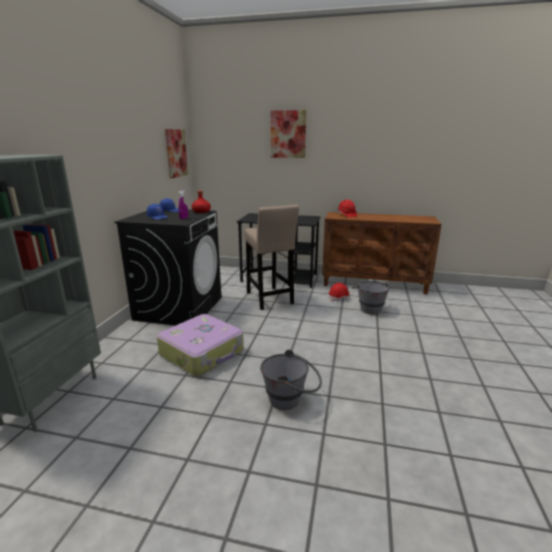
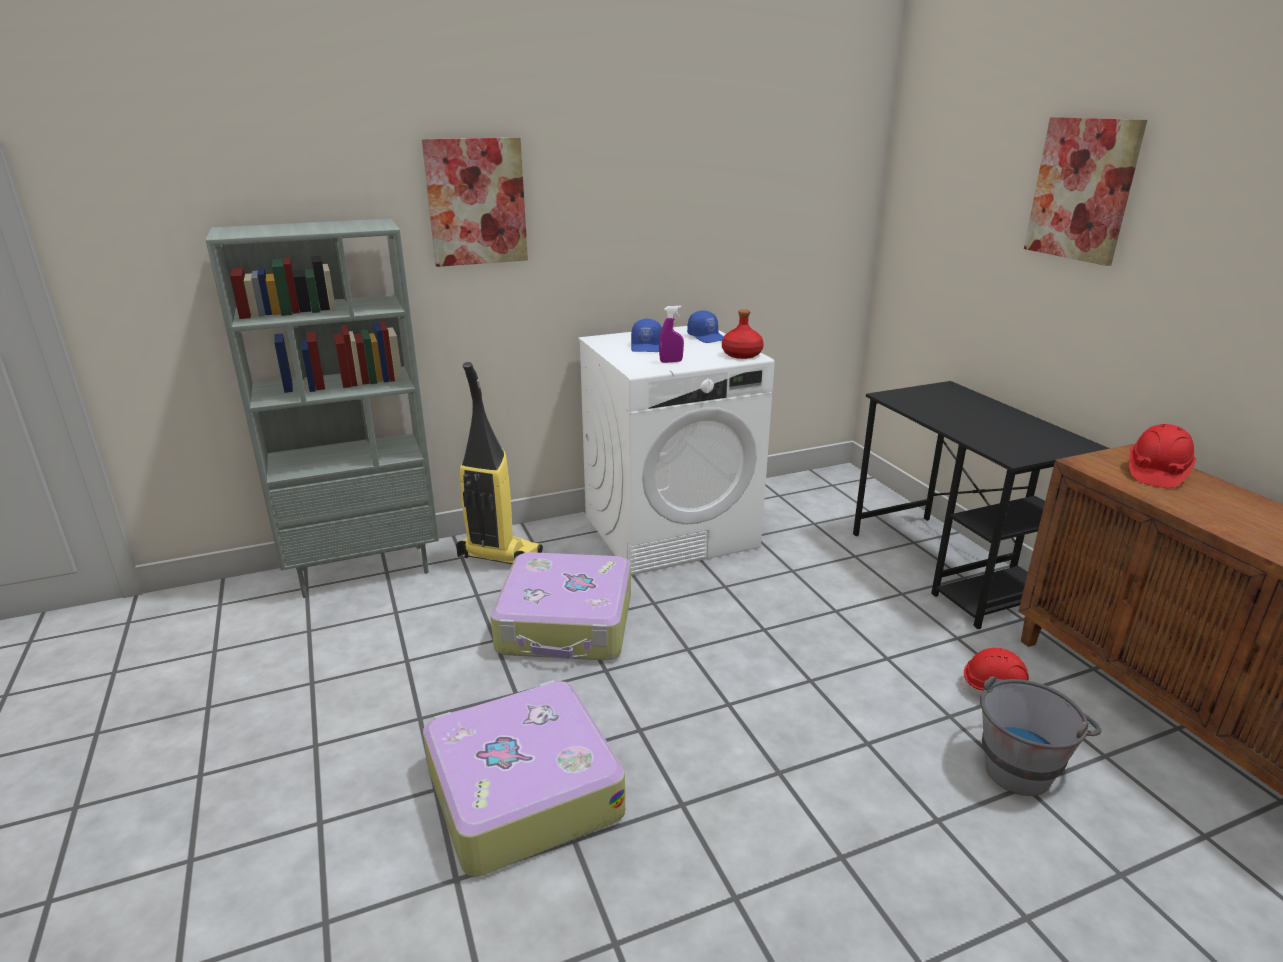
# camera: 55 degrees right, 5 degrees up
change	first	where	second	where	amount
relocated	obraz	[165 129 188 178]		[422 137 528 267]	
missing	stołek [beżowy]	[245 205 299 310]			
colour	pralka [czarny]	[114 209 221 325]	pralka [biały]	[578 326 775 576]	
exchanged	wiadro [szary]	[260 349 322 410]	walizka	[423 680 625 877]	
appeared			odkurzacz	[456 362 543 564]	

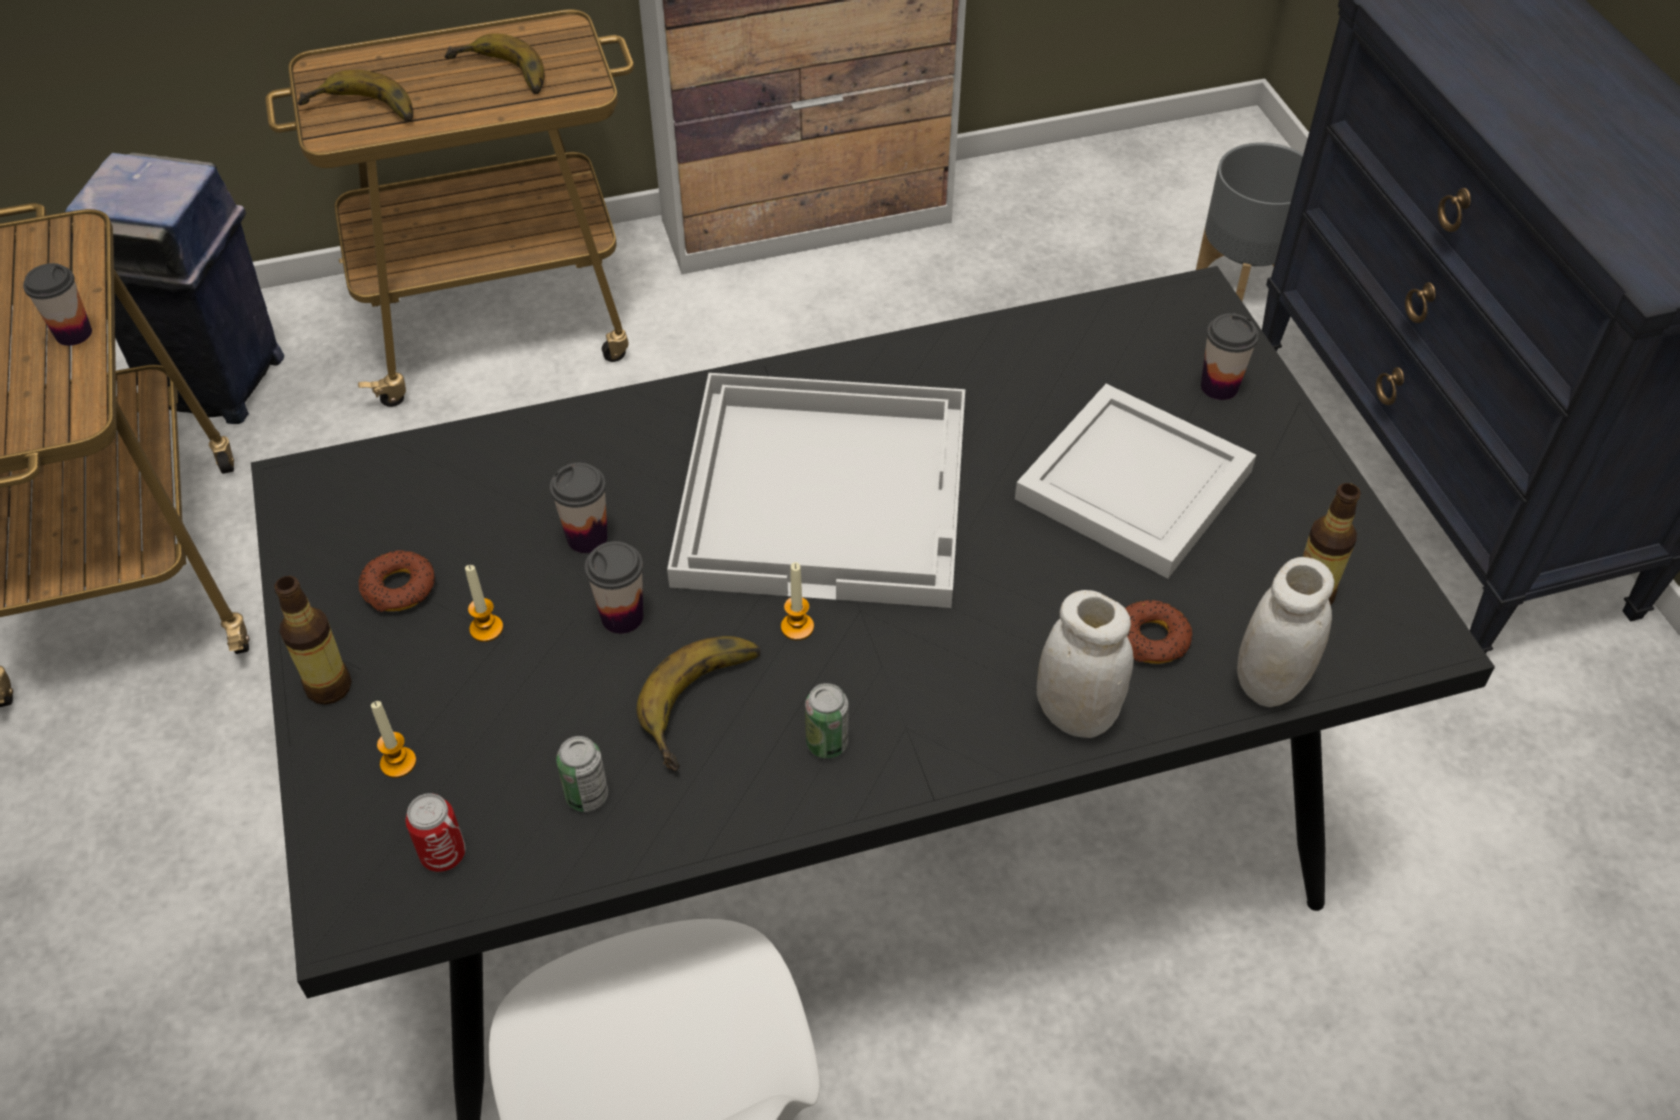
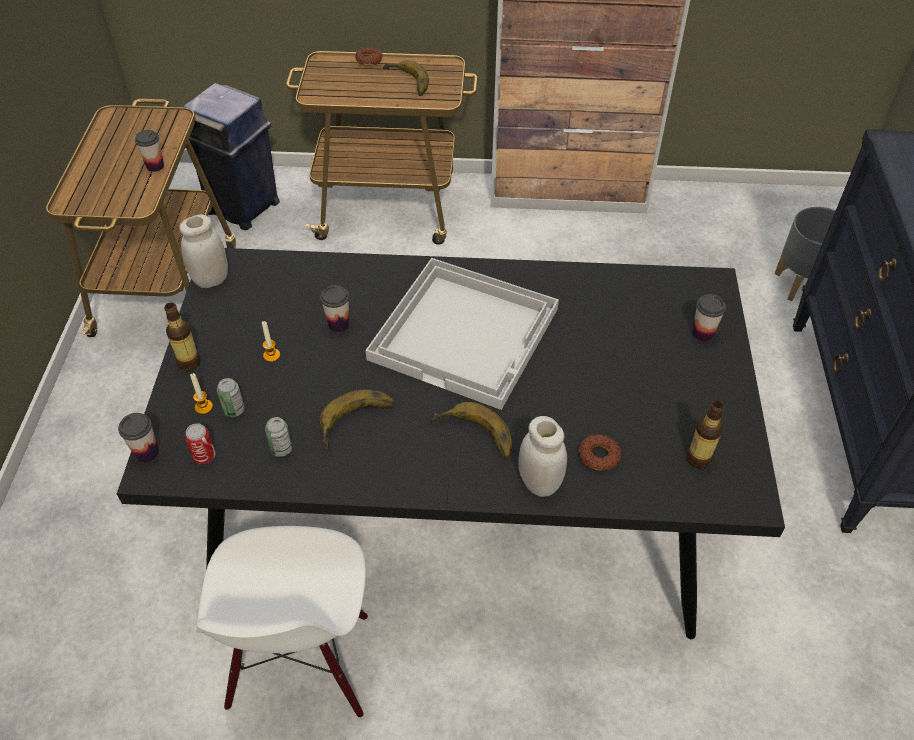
# camera: 20 degrees right, 0 degrees up
change	first	where	second	where	amount
relocated	banan	[298 70 413 122]		[430 402 512 460]	
missing	taca [biały]	[1015 384 1256 579]			
relocated	filiżanka	[585 541 643 634]		[118 413 159 463]	
relocated	donut	[359 550 435 612]		[355 47 383 66]	
relocated	słoik [biały]	[1237 557 1334 707]		[179 214 228 288]	
missing	świeca	[781 562 814 640]			
relocated	puszka	[805 683 849 758]		[217 378 245 417]	

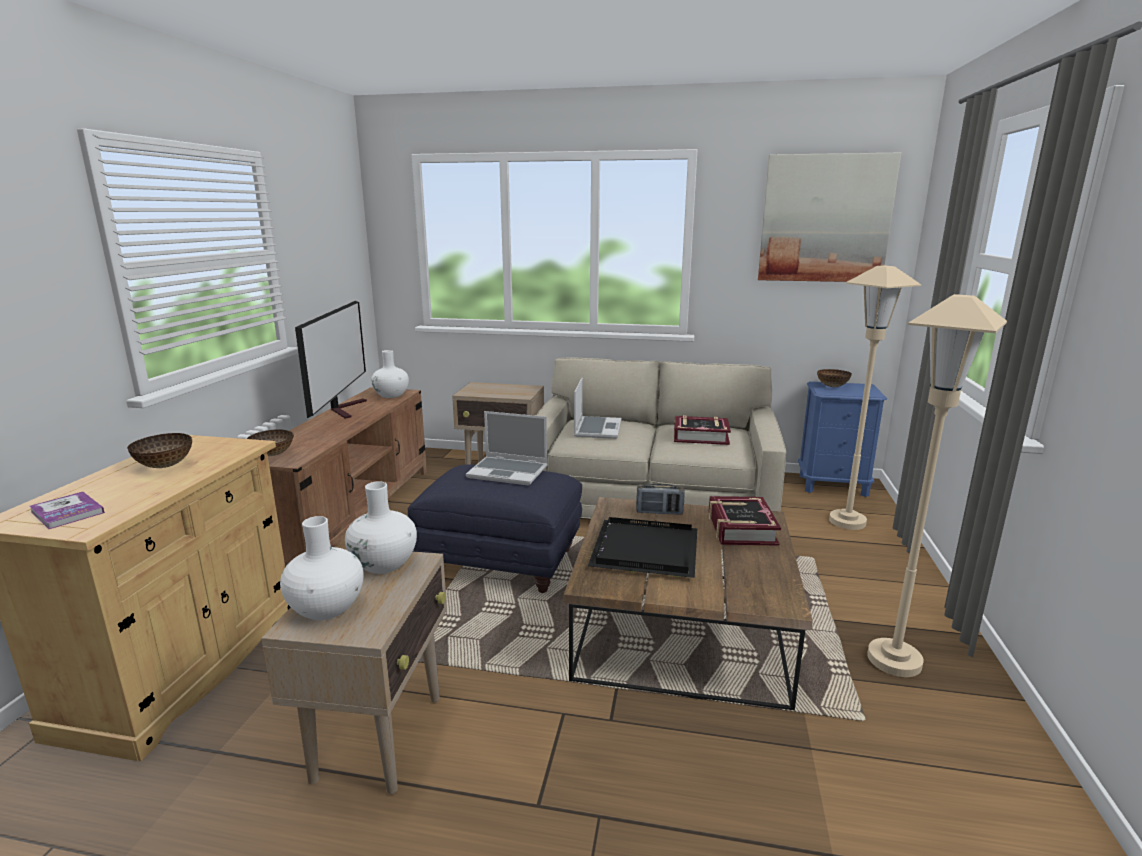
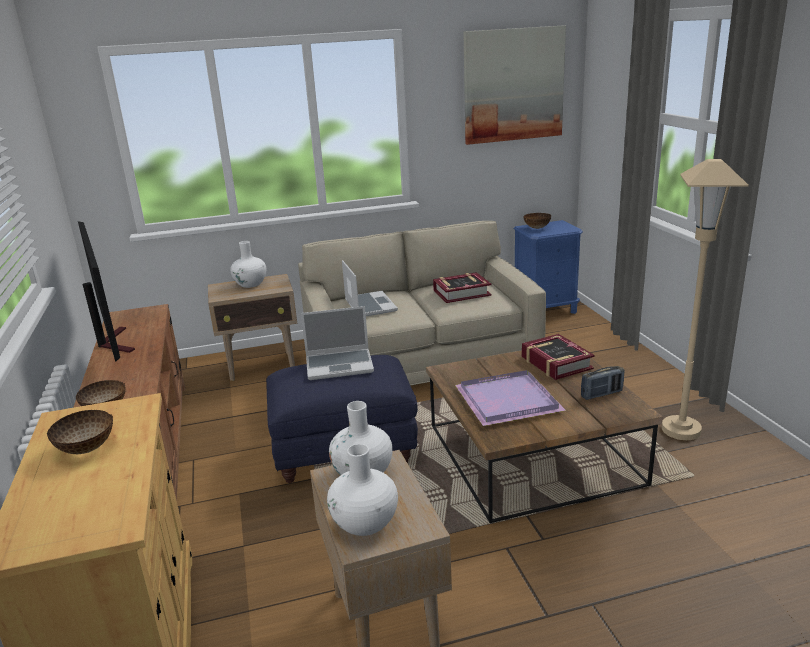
# camera: 25 degrees left, 5 degrees up
change	first	where	second	where	amount
missing	lampa stojąca [beżowy]	[829 266 921 530]			
relocated	wazon [biały]	[371 350 409 398]		[230 241 266 288]	
relocated	radio	[636 484 685 515]		[581 366 624 400]	
missing	książka	[30 492 105 529]			
colour	taca [czarny]	[588 517 697 578]	taca [fioletowy]	[455 370 566 426]	

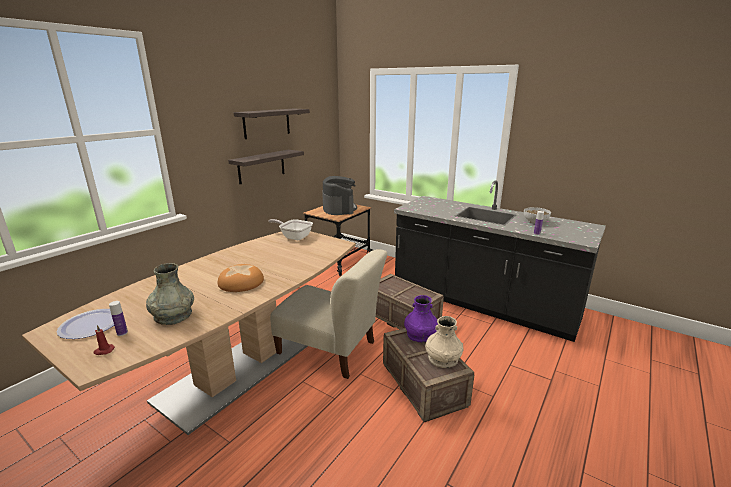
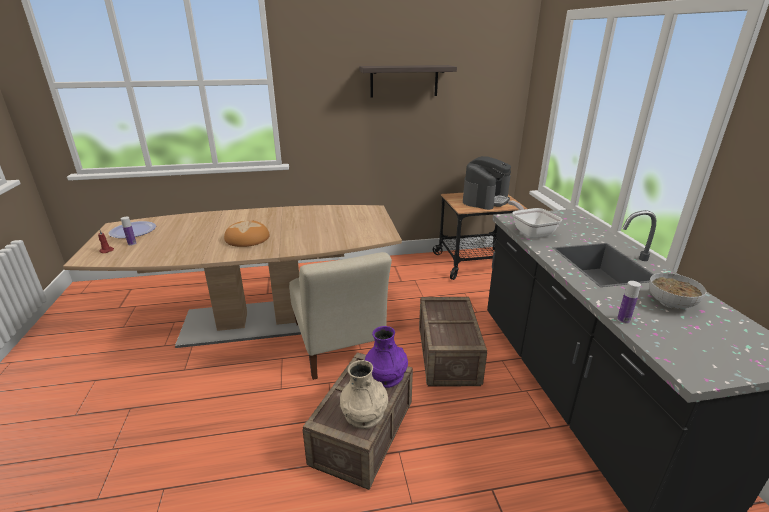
# camera: 45 degrees right, 5 degrees up
change	first	where	second	where	amount
missing	półka	[228 150 304 184]			
relocated	patelnia	[268 219 313 240]		[508 201 562 238]	
missing	wazon [szary]	[146 263 194 325]			

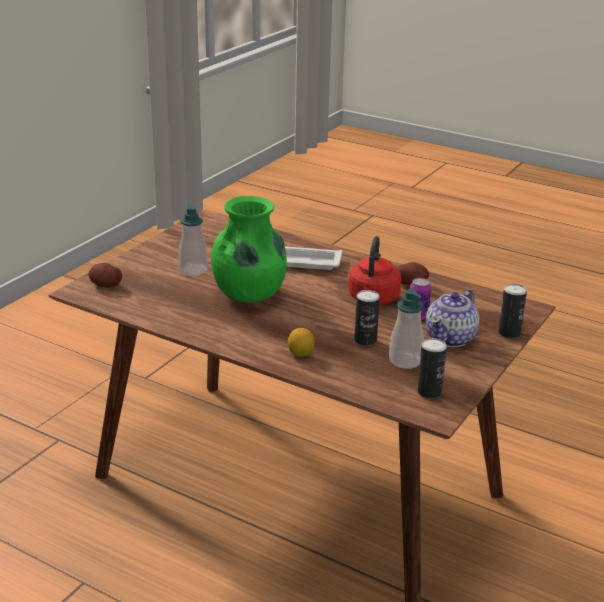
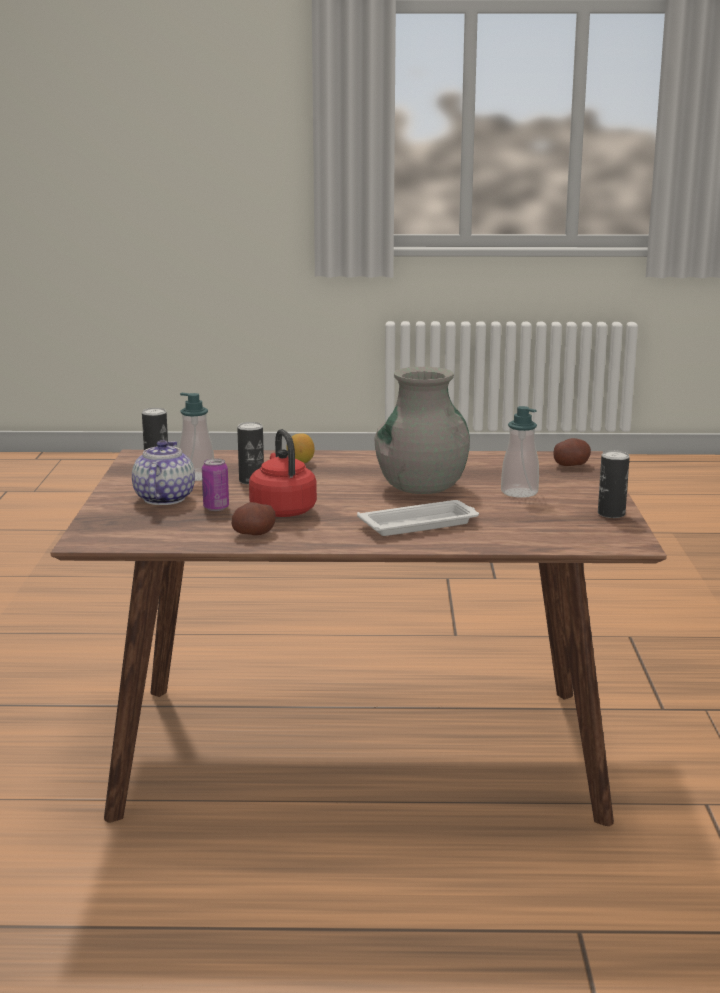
# camera: 150 degrees right, 10 degrees down
change	first	where	second	where	amount
colour	wazon [zielony]	[211 196 287 302]	wazon [szary]	[374 367 470 494]	
relocated	puszka	[498 284 527 339]		[598 450 630 518]	

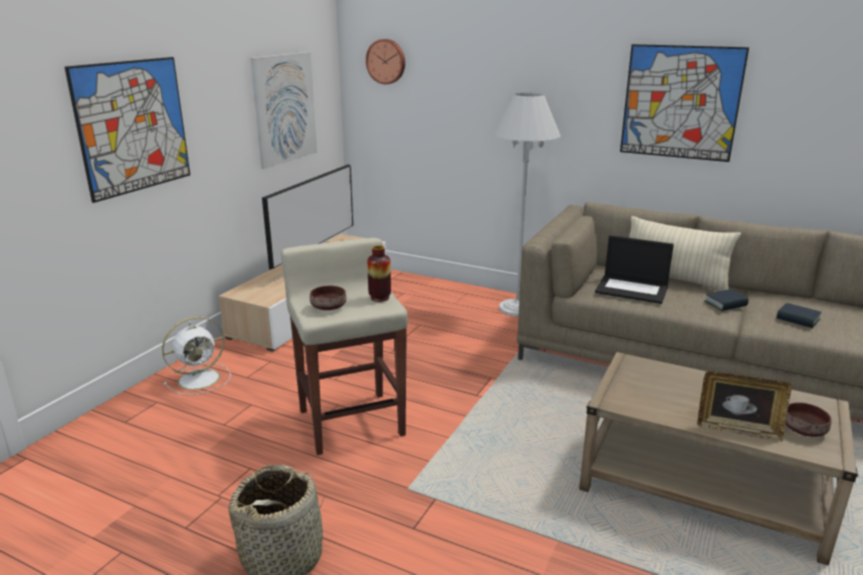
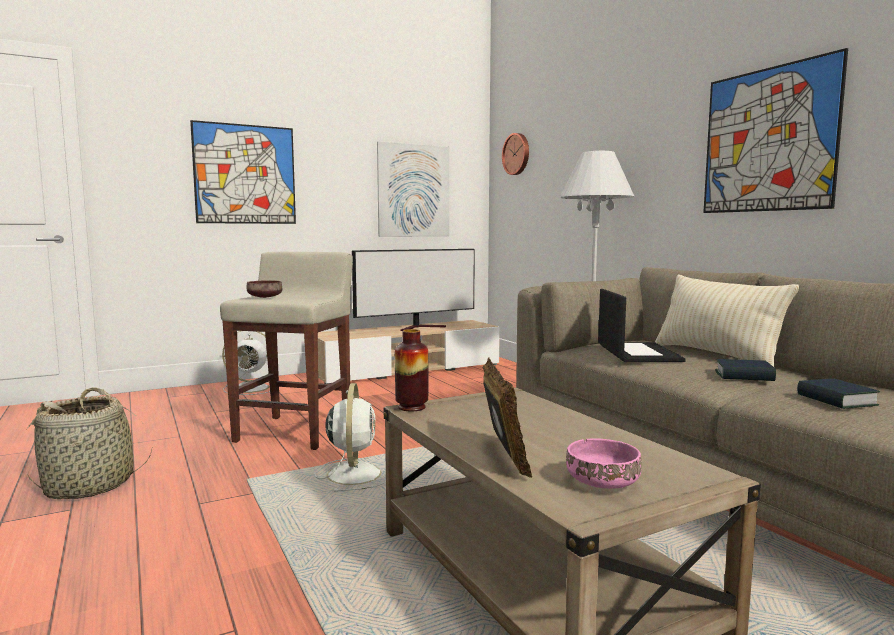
# camera: 35 degrees right, 15 degrees down
change	first	where	second	where	amount
spun	laptop	[595 235 674 304]		[598 289 686 362]	150 degrees counterclockwise
relocated	wazon	[367 246 391 302]		[395 329 428 412]	
spun	ramka na zdjęcie	[697 372 792 442]		[483 358 532 478]	150 degrees counterclockwise
colour	miska [brązowy]	[786 402 832 437]	miska [różowy]	[566 438 642 489]	
appeared			wentylator [biały]	[314 383 386 492]	

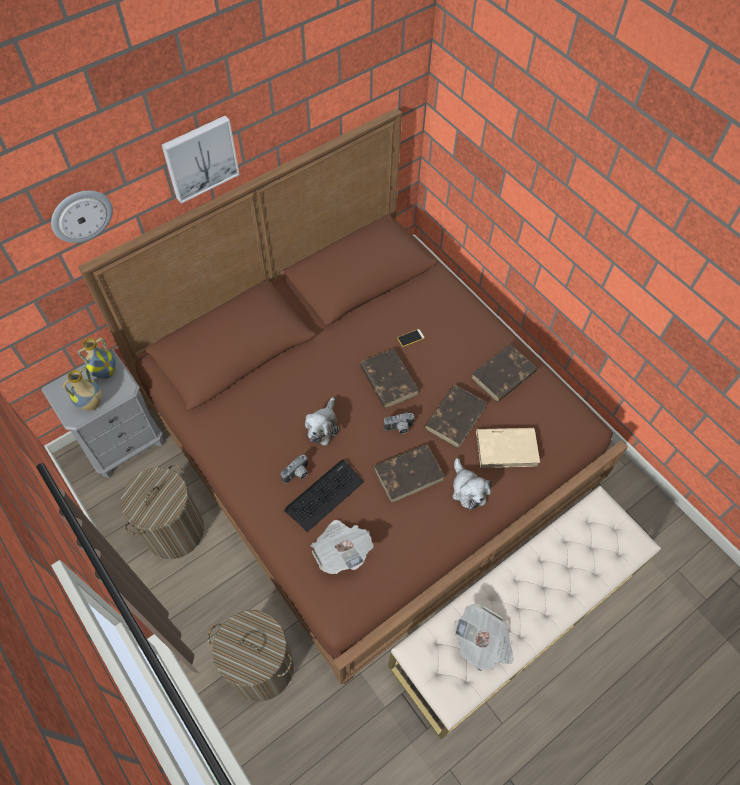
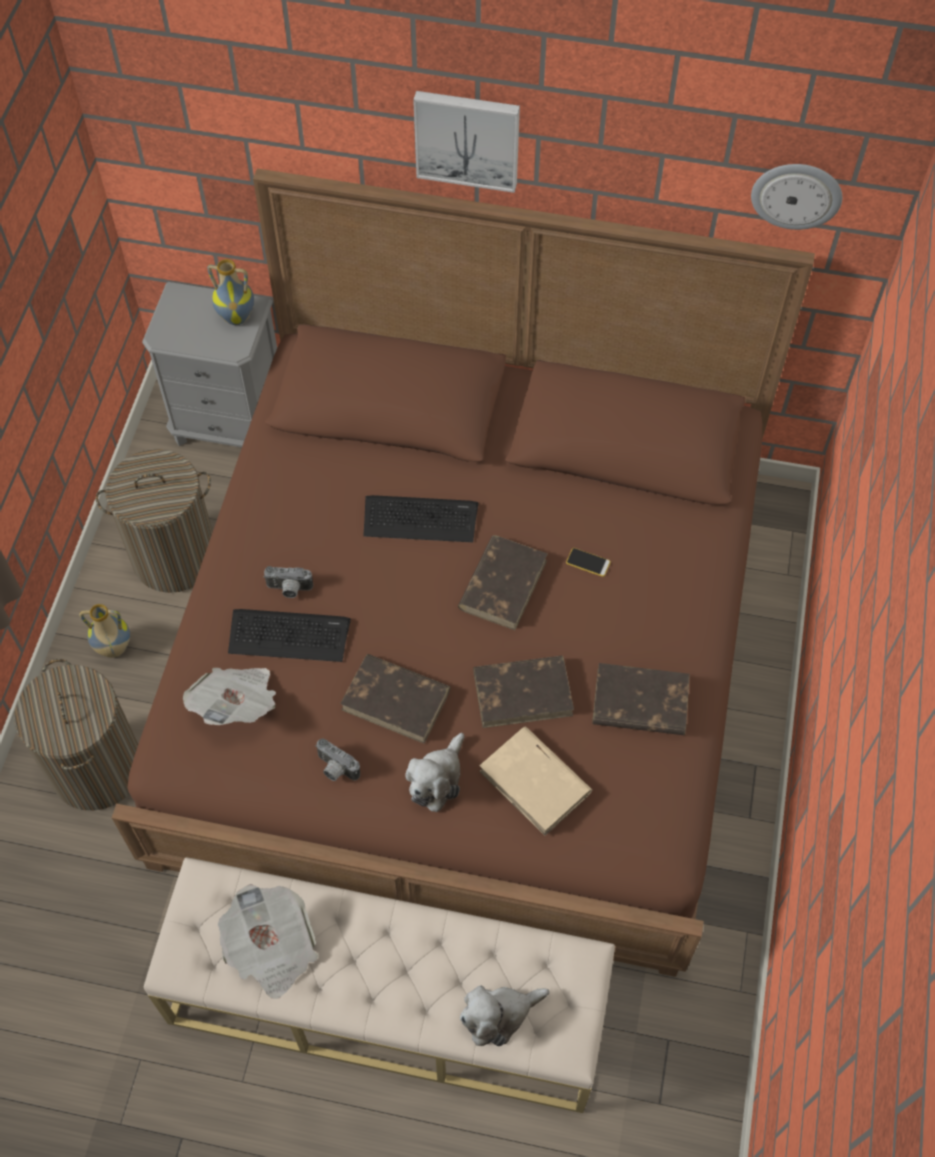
# camera: 50 degrees right, 0 degrees up
change	first	where	second	where	amount
relocated	zegar ścienny	[51 190 113 243]		[751 164 842 230]	
relocated	wazon	[63 367 102 411]		[79 604 130 658]	
relocated	pluszak	[305 397 339 446]		[460 985 550 1046]	
relocated	aparat fotograficzny	[383 413 415 434]		[315 738 360 781]	
appeared			klawiatura	[363 495 478 543]	

